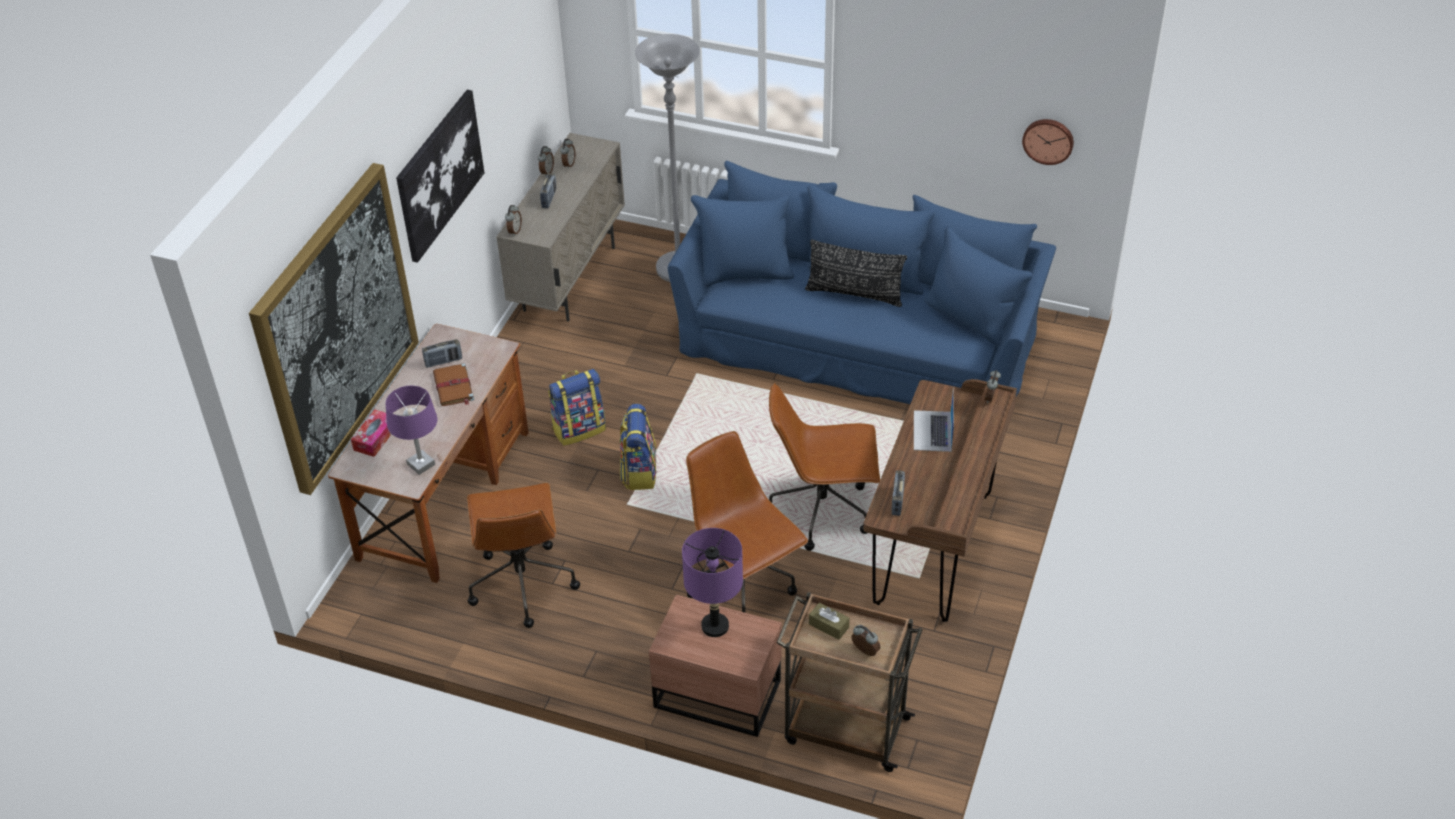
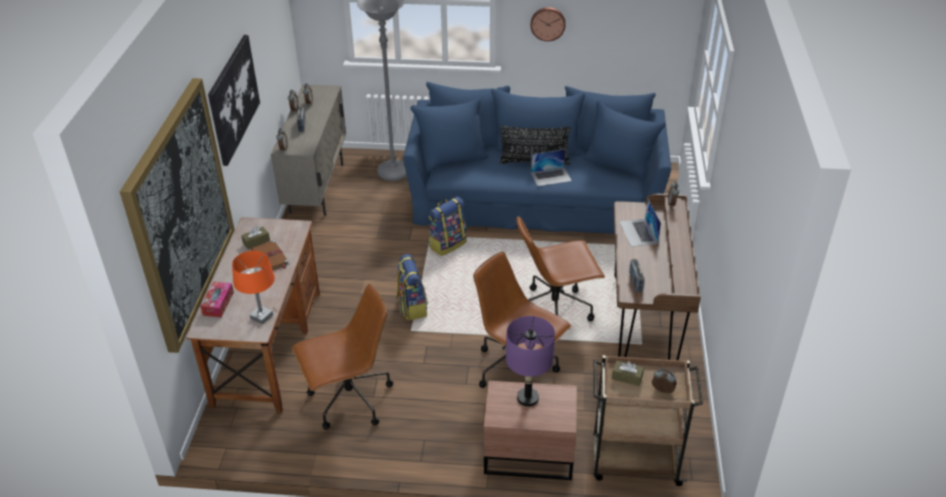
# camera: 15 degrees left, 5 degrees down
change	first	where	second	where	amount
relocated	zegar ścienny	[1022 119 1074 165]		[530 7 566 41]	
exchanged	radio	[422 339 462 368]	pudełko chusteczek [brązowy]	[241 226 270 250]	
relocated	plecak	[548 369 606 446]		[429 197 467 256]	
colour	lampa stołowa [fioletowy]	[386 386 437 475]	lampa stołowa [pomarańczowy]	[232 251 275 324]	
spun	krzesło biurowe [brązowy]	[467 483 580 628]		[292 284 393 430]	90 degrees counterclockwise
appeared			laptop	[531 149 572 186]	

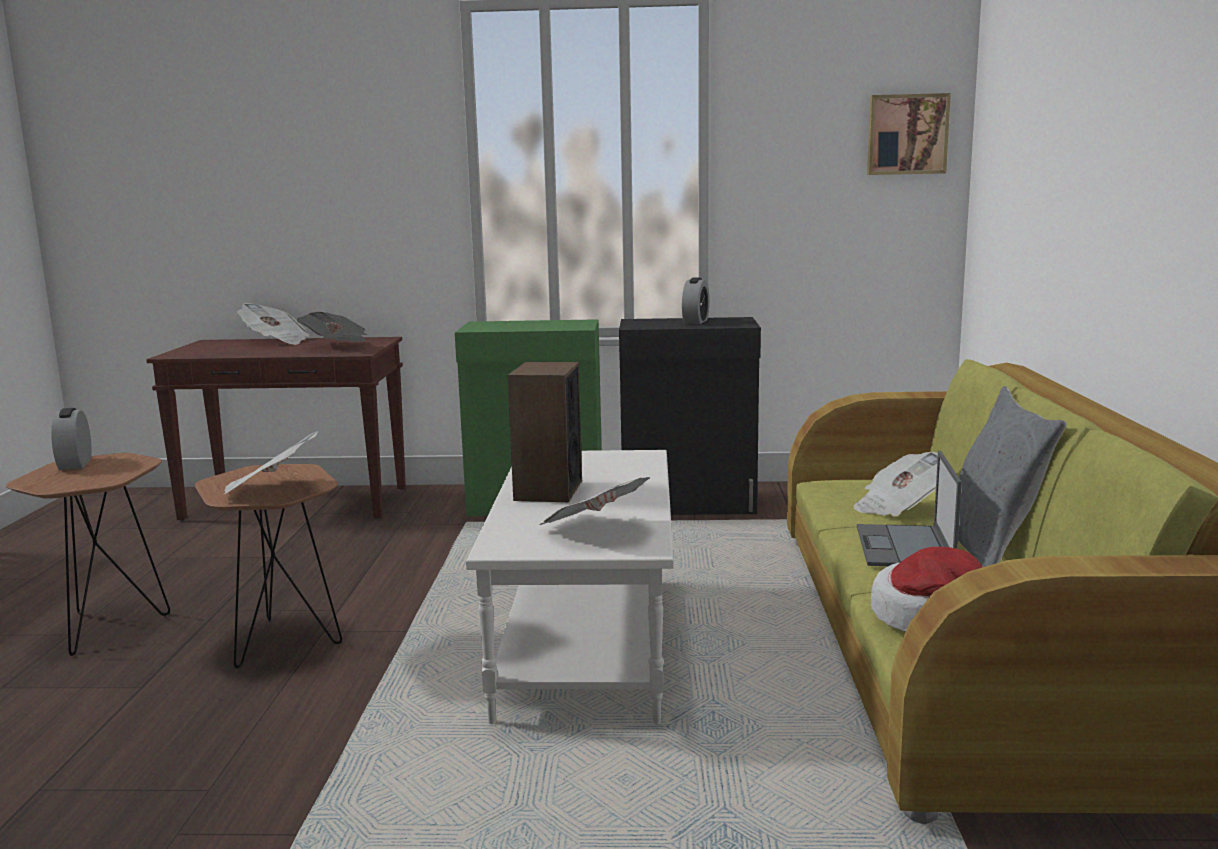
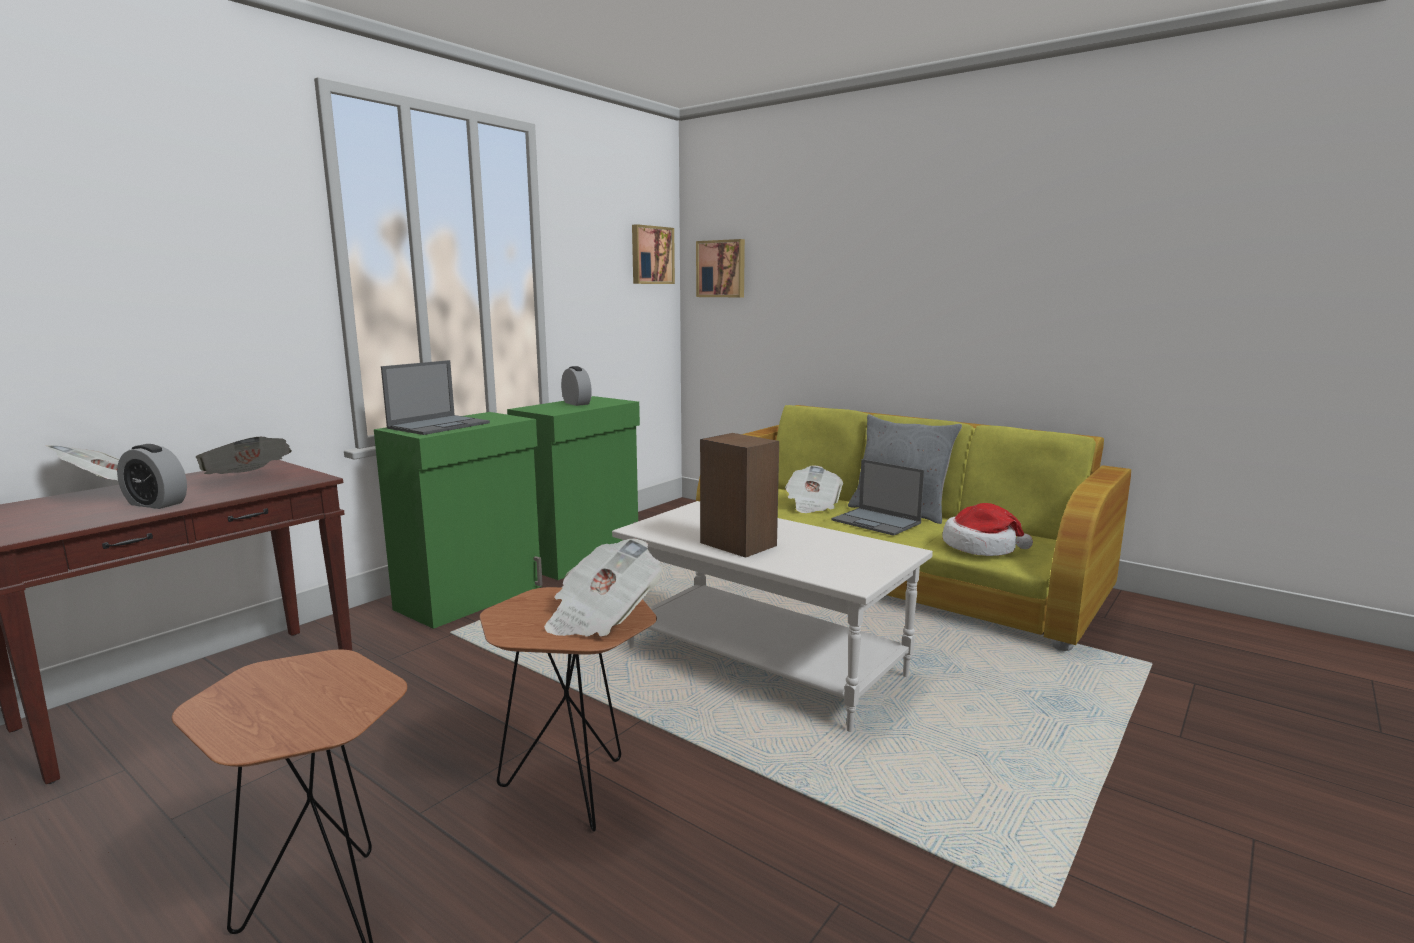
# camera: 55 degrees left, 0 degrees up
change	first	where	second	where	amount
colour	szafka [czarny]	[619 317 761 515]	szafka [zielony]	[507 396 640 580]	
relocated	budzik	[51 408 92 470]		[117 444 187 509]	
missing	gazeta	[539 477 650 525]			
appeared			obraz	[696 239 745 297]	
appeared			laptop	[381 360 490 435]	

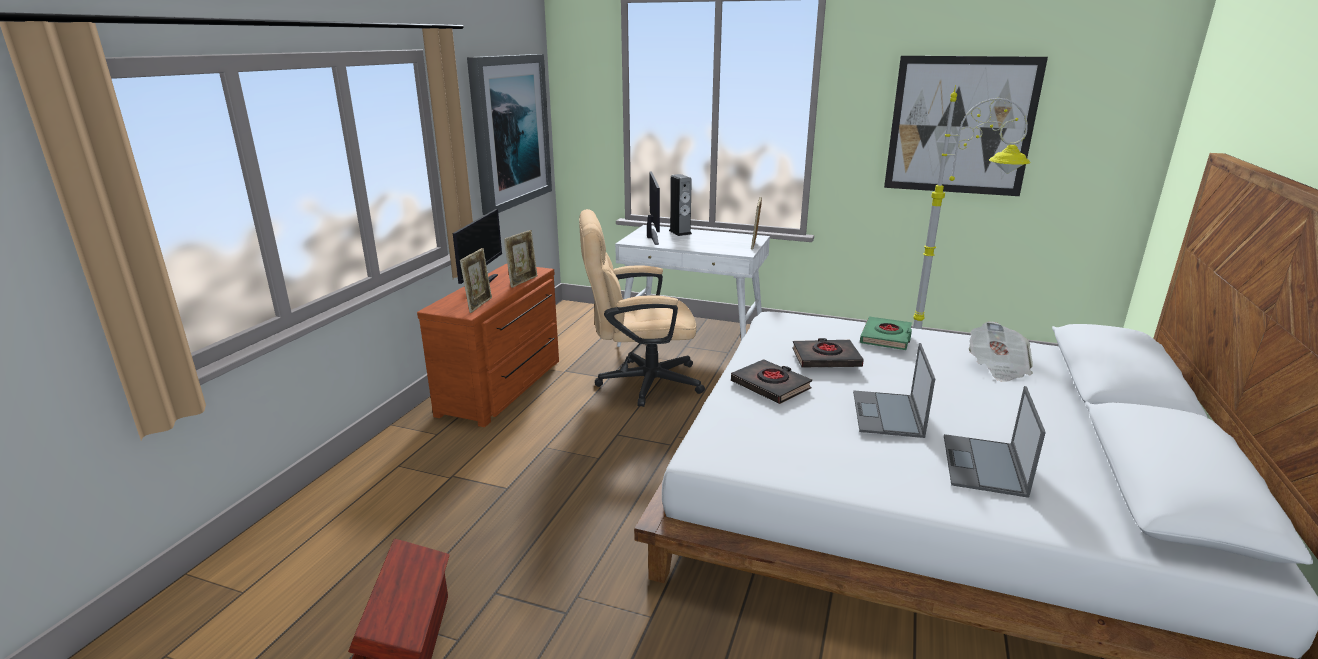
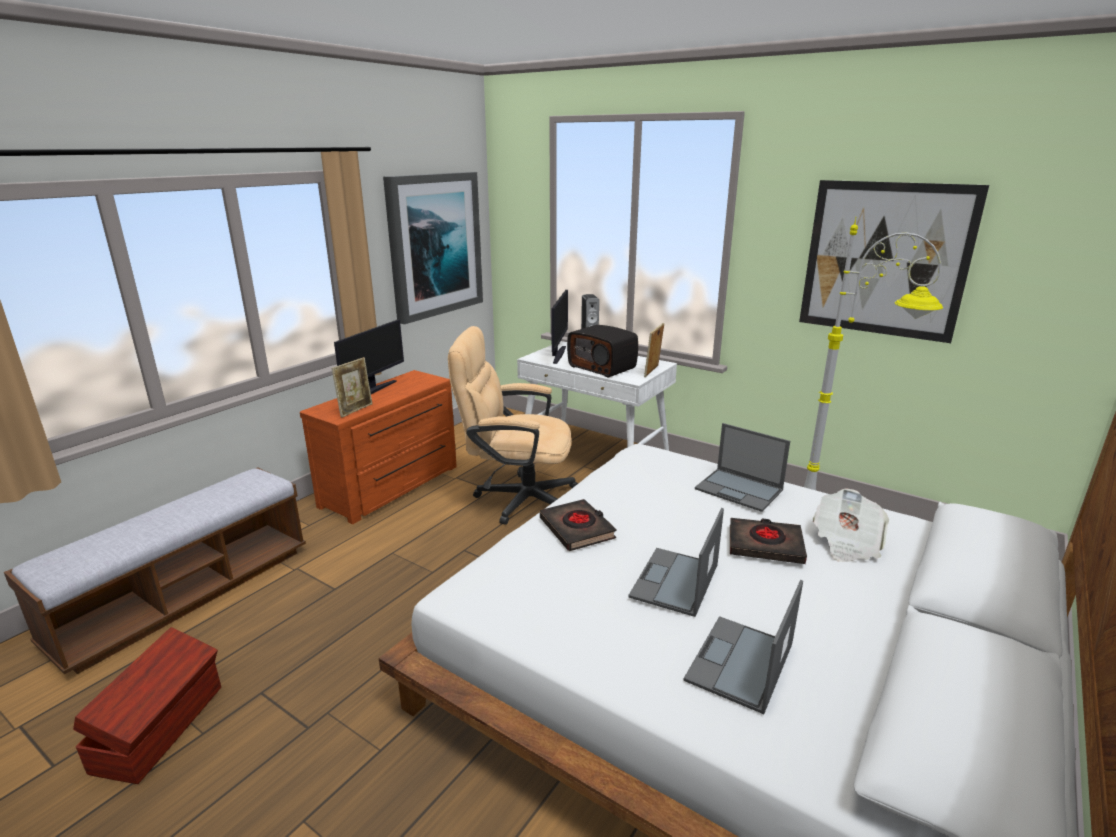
# camera: 15 degrees right, 0 degrees up
change	first	where	second	where	amount
missing	ramka na zdjęcie	[504 230 537 288]			
exchanged	książka [zielony]	[860 317 912 350]	laptop	[695 423 790 512]	
relocated	książka [czarny]	[792 338 864 367]		[730 518 807 564]	
appeared			radio	[567 325 638 377]	
appeared			ławka	[4 467 306 674]	

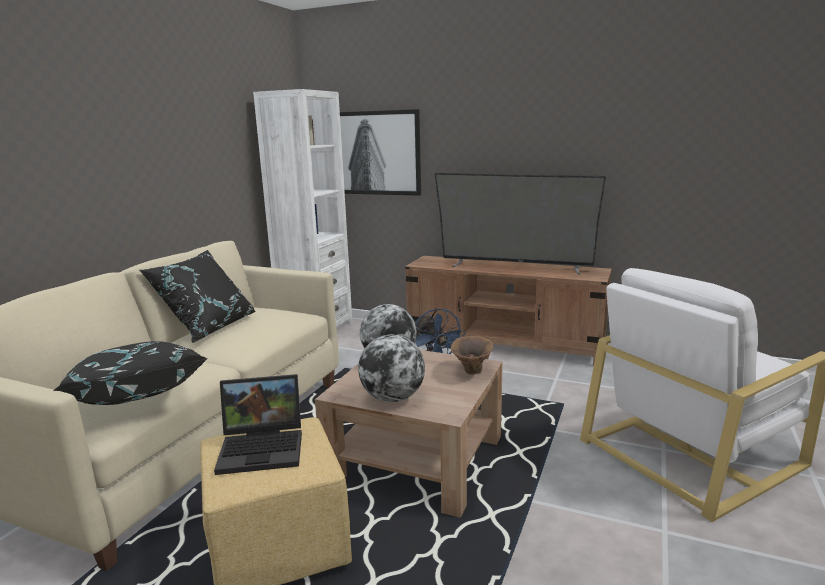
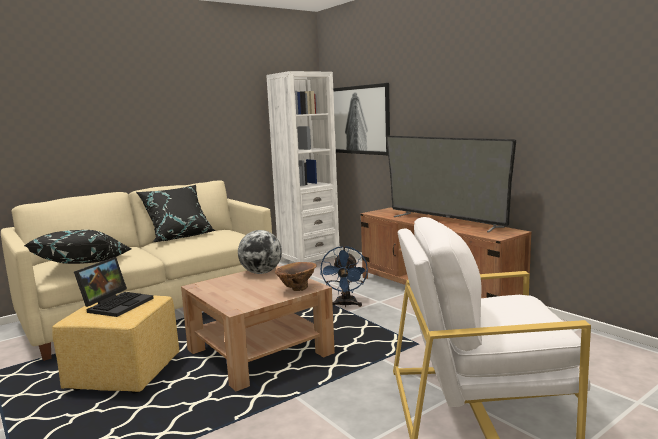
# camera: 30 degrees right, 5 degrees down
change	first	where	second	where	amount
missing	globus	[358 335 425 402]			
spun	laptop	[214 374 302 475]		[74 257 154 317]	90 degrees counterclockwise

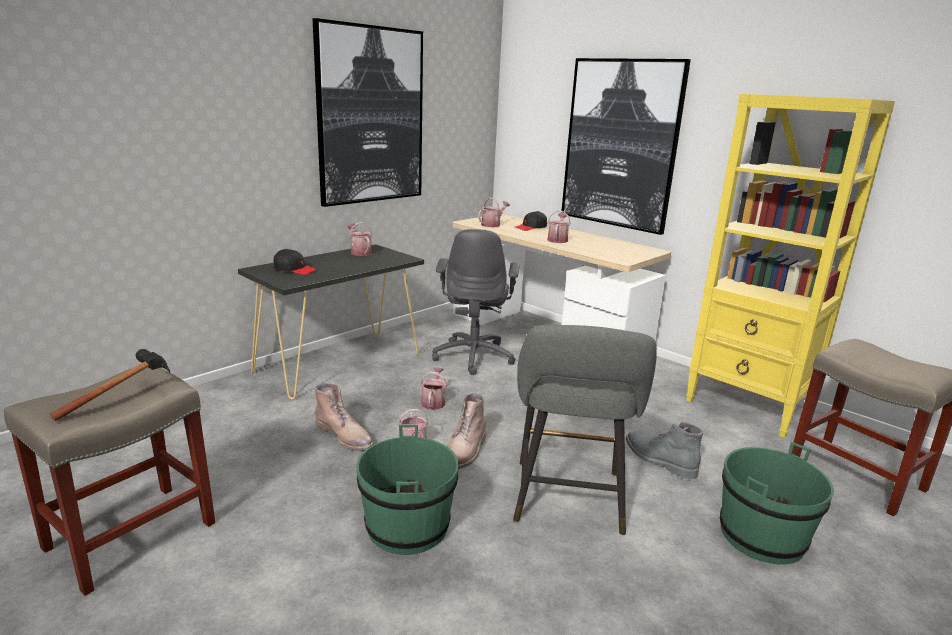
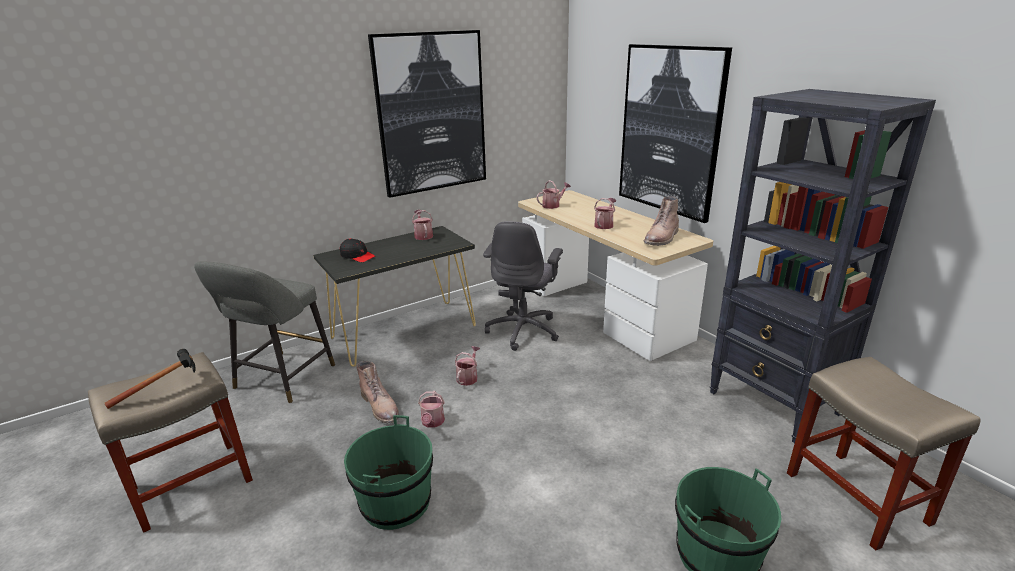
# camera: 15 degrees right, 5 degrees up
change	first	where	second	where	amount
colour	regał [żółty]	[686 94 895 438]	regał [czarny]	[710 89 936 443]	
missing	czapka z daszkiem [czarny]	[516 211 547 231]			
relocated	stołek [szary]	[513 325 657 536]		[194 261 335 403]	
relocated	but z cholewką [brązowy]	[447 393 487 469]		[643 196 679 246]	
missing	but z cholewką [szary]	[626 422 703 479]			

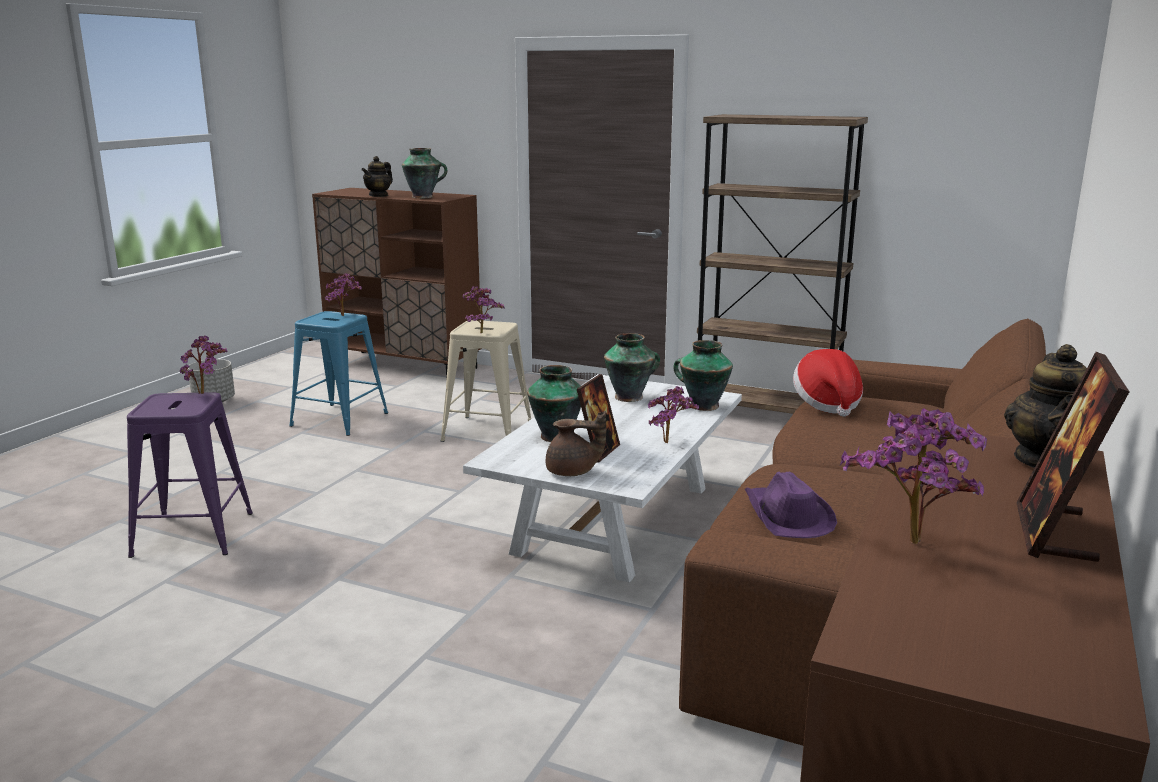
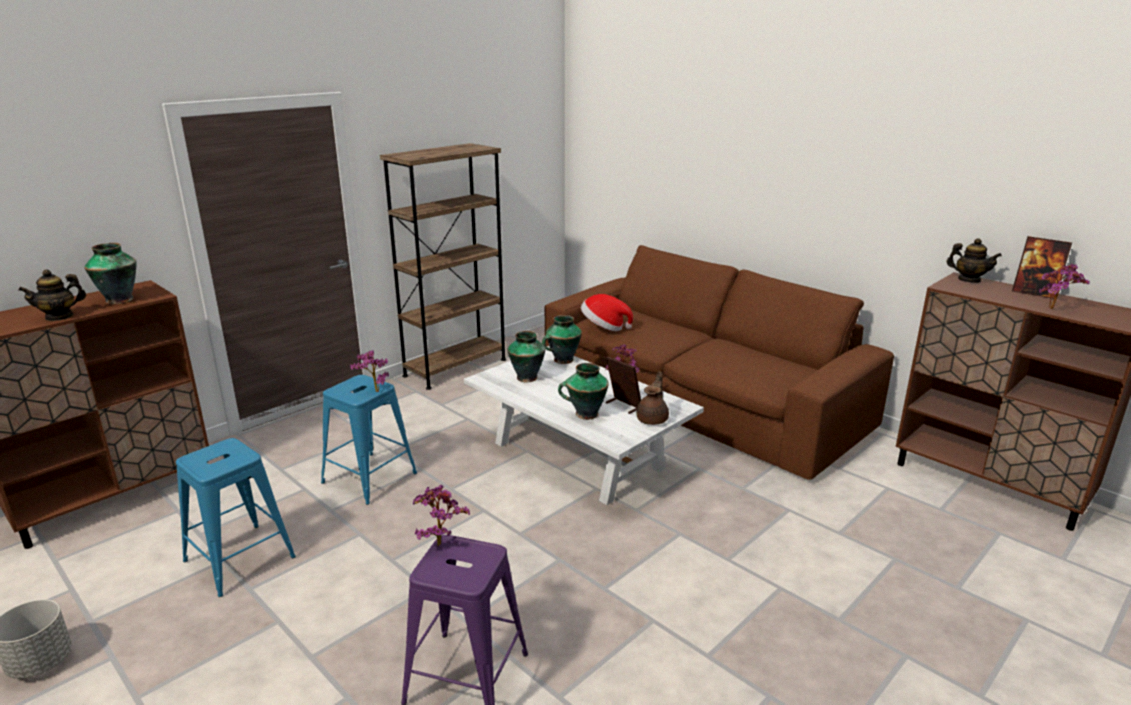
# camera: 70 degrees left, 5 degrees up
change	first	where	second	where	amount
spun	imbryk	[361 156 393 197]		[18 269 86 321]	90 degrees clockwise
missing	roślina doniczkowa	[325 273 362 316]			
colour	stołek [beżowy]	[441 320 531 442]	stołek [niebieski]	[321 375 417 505]	
missing	kapelusz [fioletowy]	[745 472 837 538]			

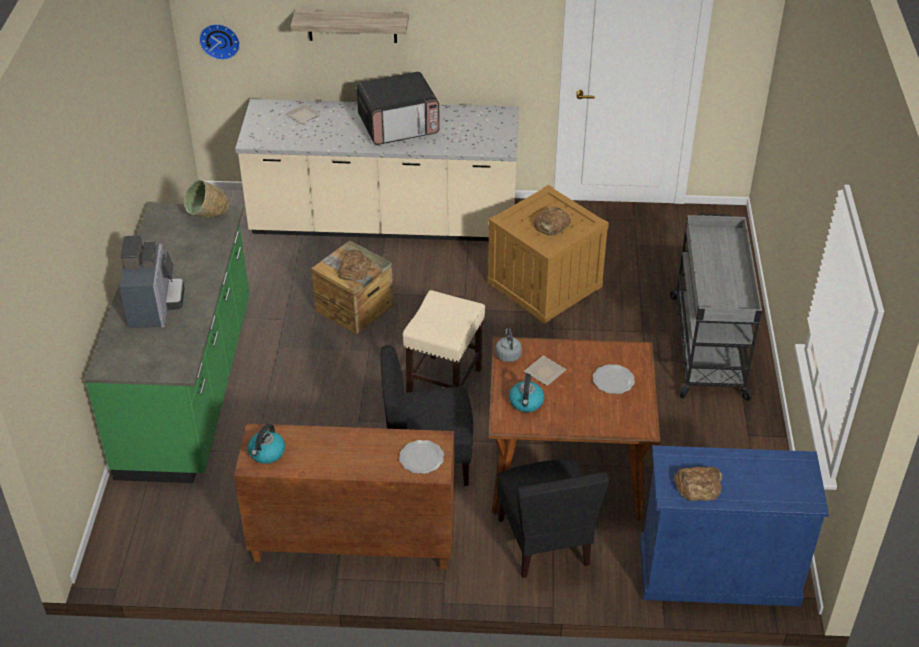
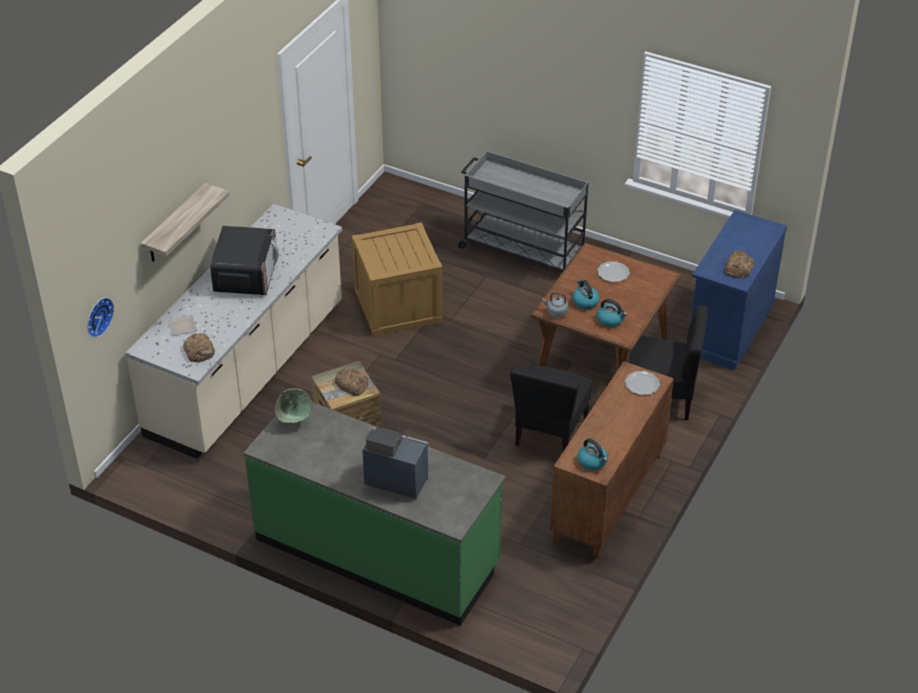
# camera: 65 degrees left, 0 degrees up
change	first	where	second	where	amount
relocated	chleb	[533 207 571 236]		[183 333 215 363]	
missing	stołek [beżowy]	[402 290 485 393]			
exchanged	talerz	[524 356 567 386]	czajnik	[572 280 600 309]	

